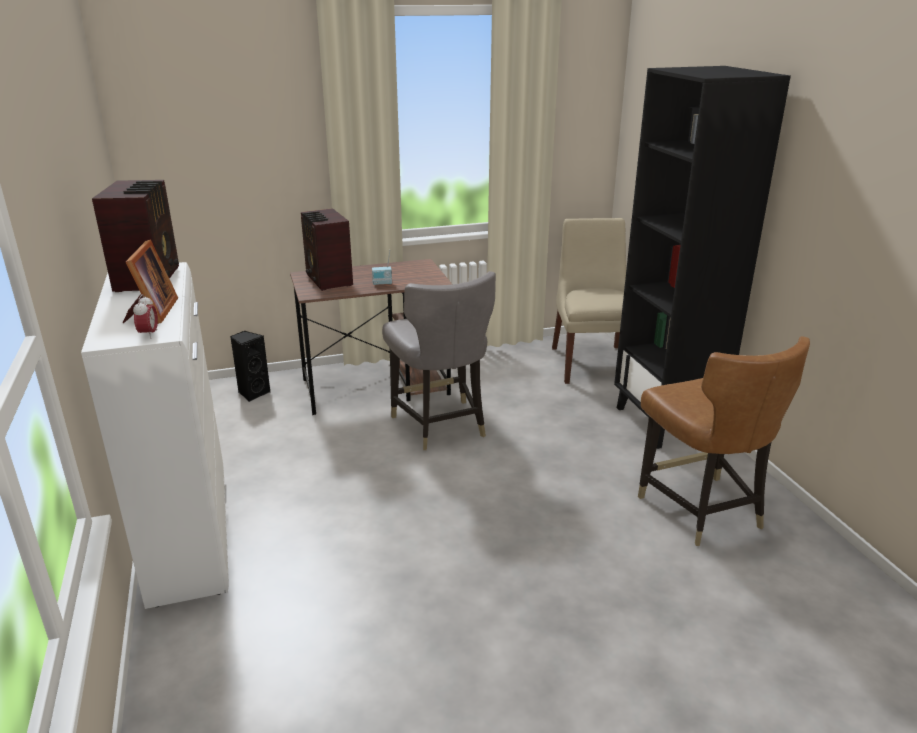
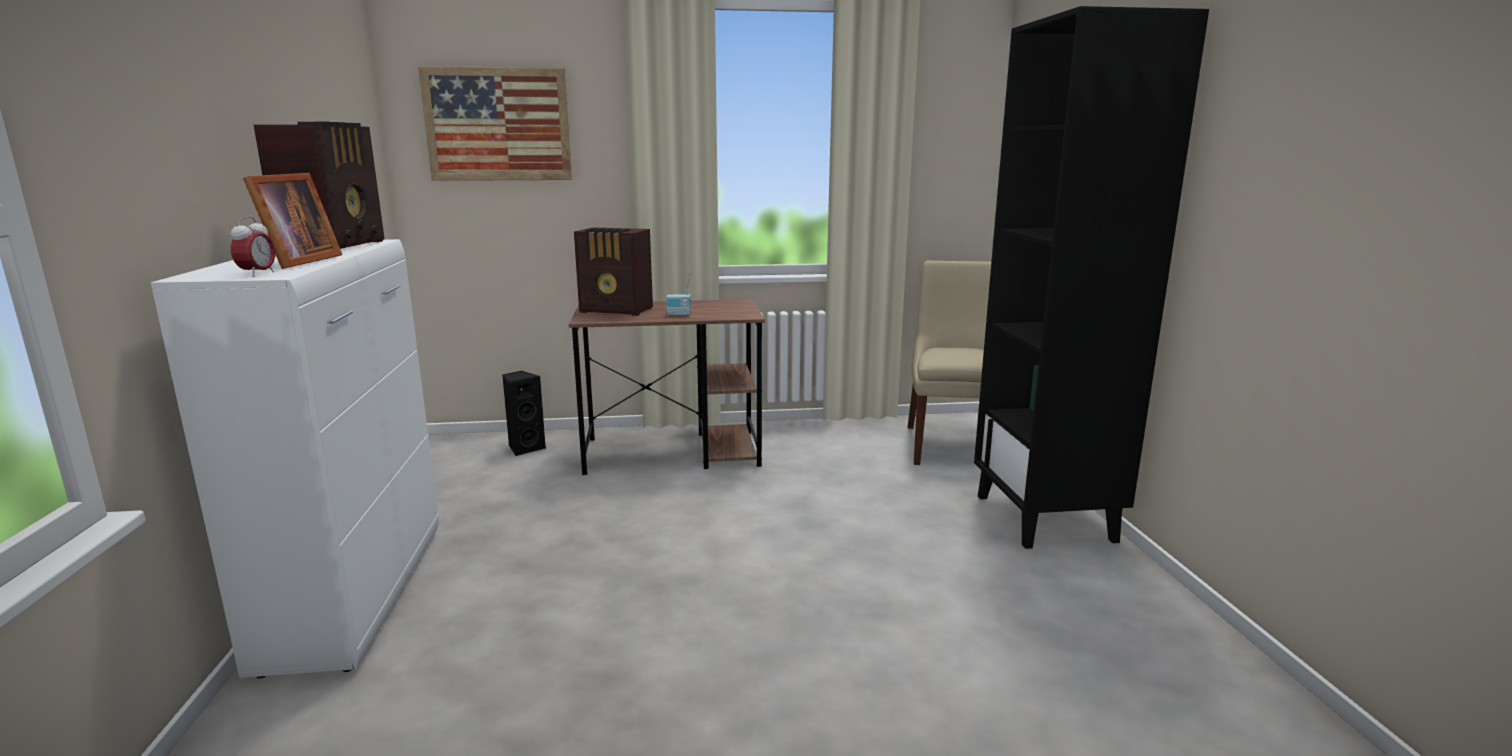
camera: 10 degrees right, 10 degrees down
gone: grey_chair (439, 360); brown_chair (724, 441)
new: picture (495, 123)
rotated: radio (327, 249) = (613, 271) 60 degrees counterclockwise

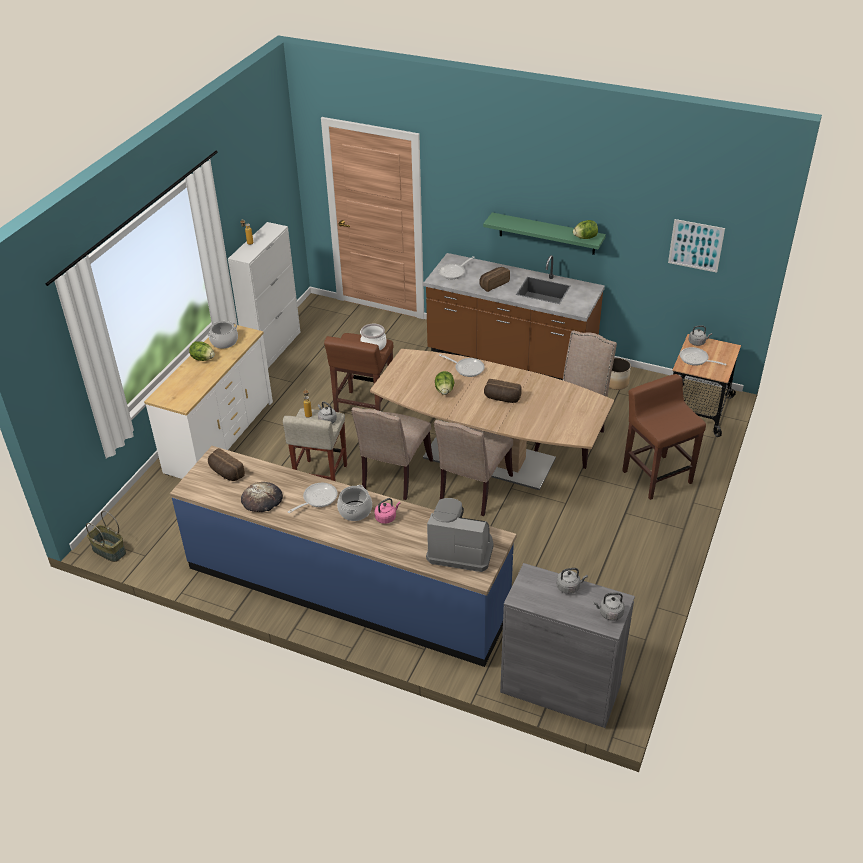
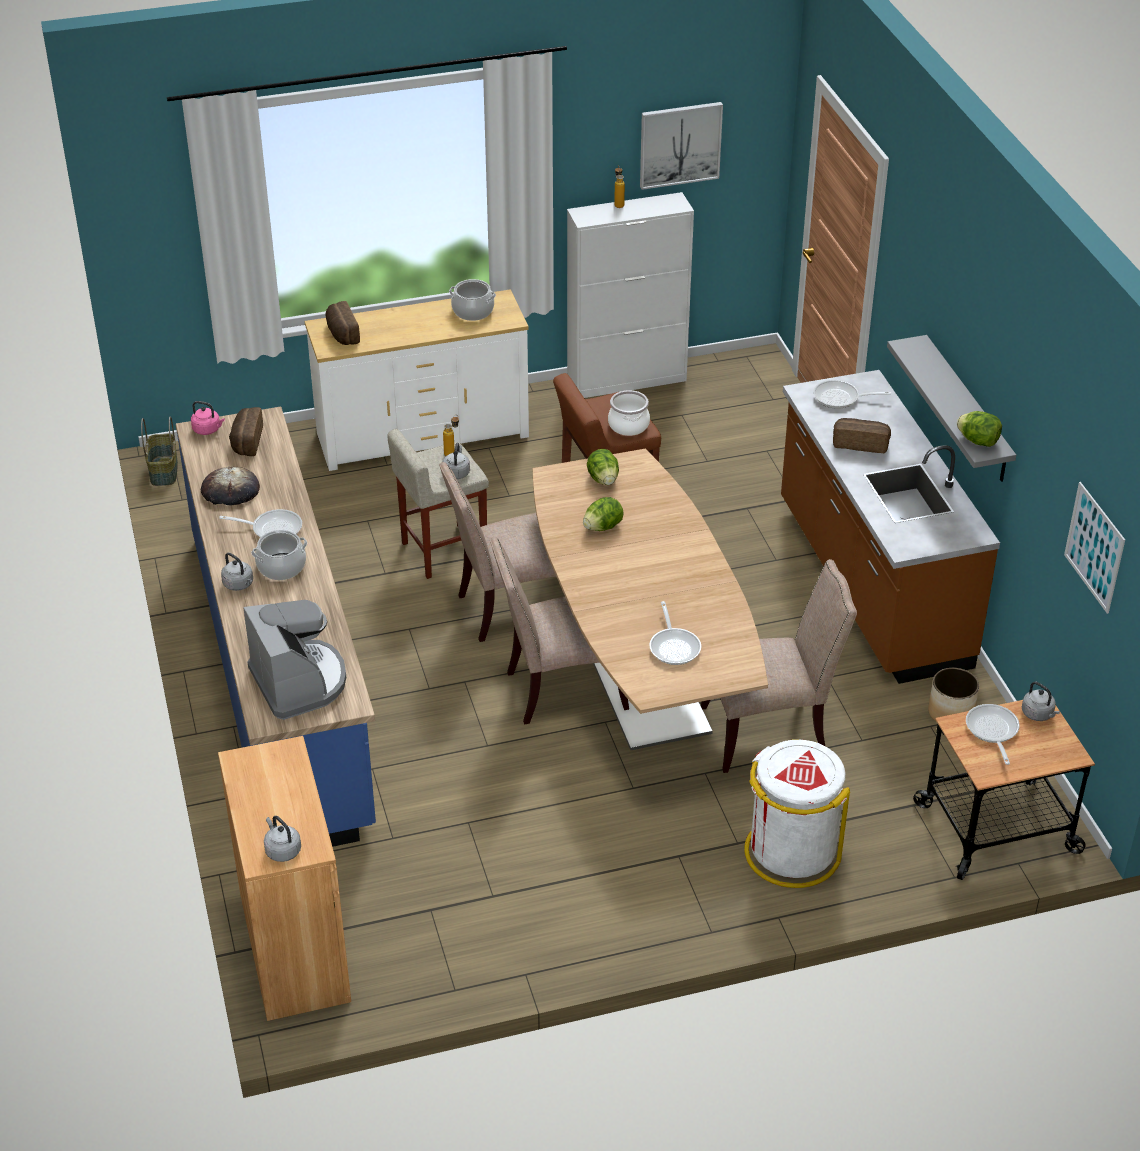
camera: 50 degrees right, 0 degrees up
new: picture (681, 146)
shifted: pink_kettle (387, 511) to (208, 418); grey_kettle (572, 581) to (237, 572); bread (503, 391) to (343, 323); lettuce (202, 351) to (603, 467); frying_pan (462, 365) to (675, 633)
swapped: brown_stool (664, 437) to white_trash_can (797, 813)
repainted: grey_cabinet (567, 645) to brown_cabinet (284, 878); green_shelf (544, 233) to grey_shelf (951, 408)

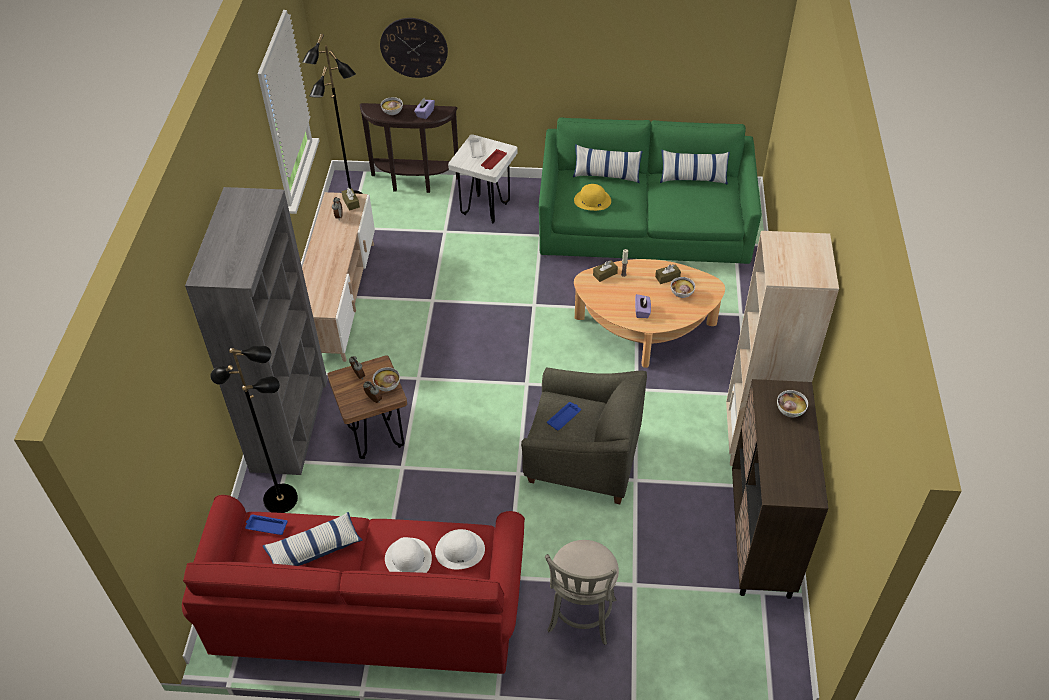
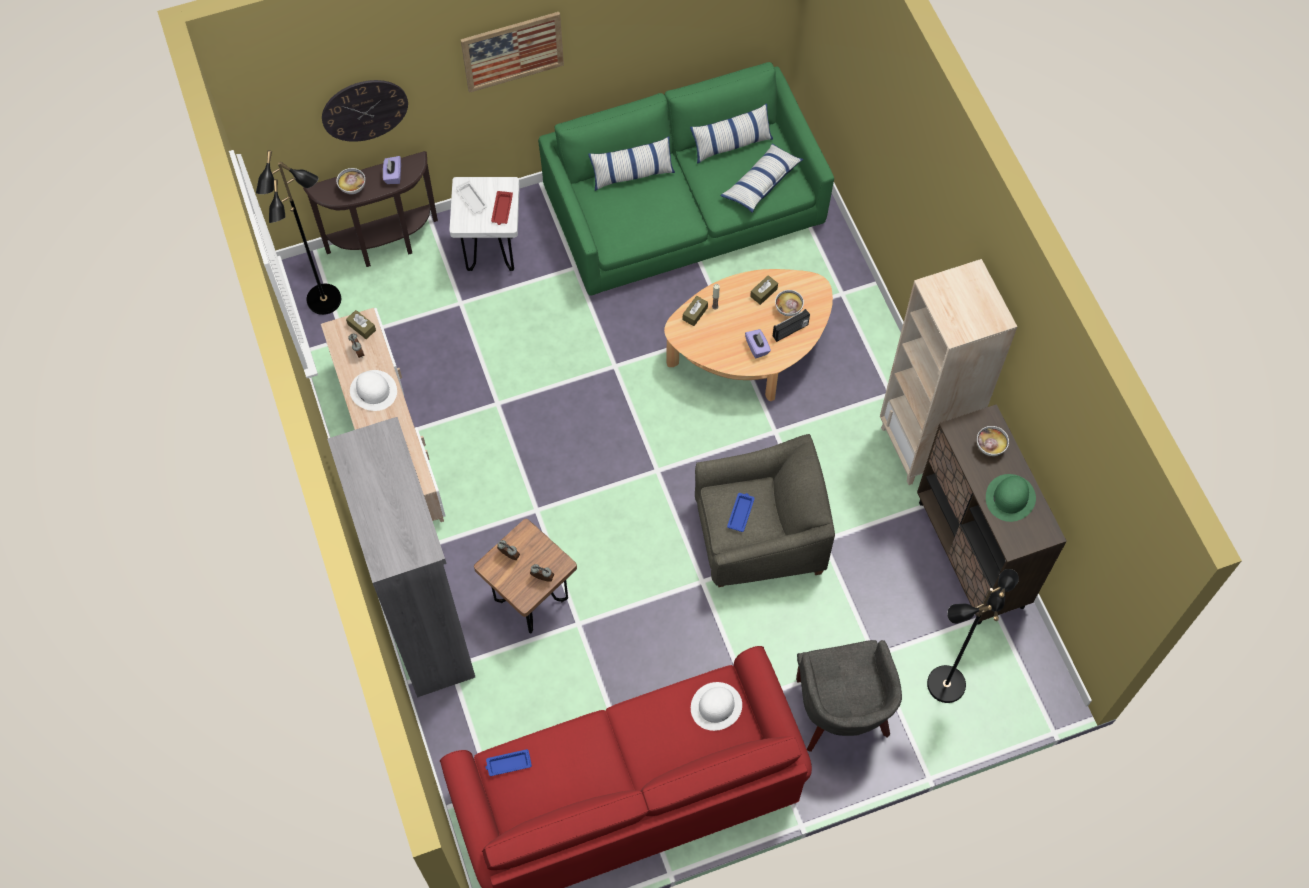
camera: 25 degrees left, 15 degrees up
gone: bowl (386, 379); yellow_hat (592, 197)
new: picture (512, 52); radio (791, 325); green_hat (1011, 498)
shifted: white_hat (408, 555) to (373, 390); pillow (313, 539) to (762, 178); black_floor_lamp (254, 429) to (973, 636)
swapped: grey_stool (582, 592) to grey_armchair (849, 696)

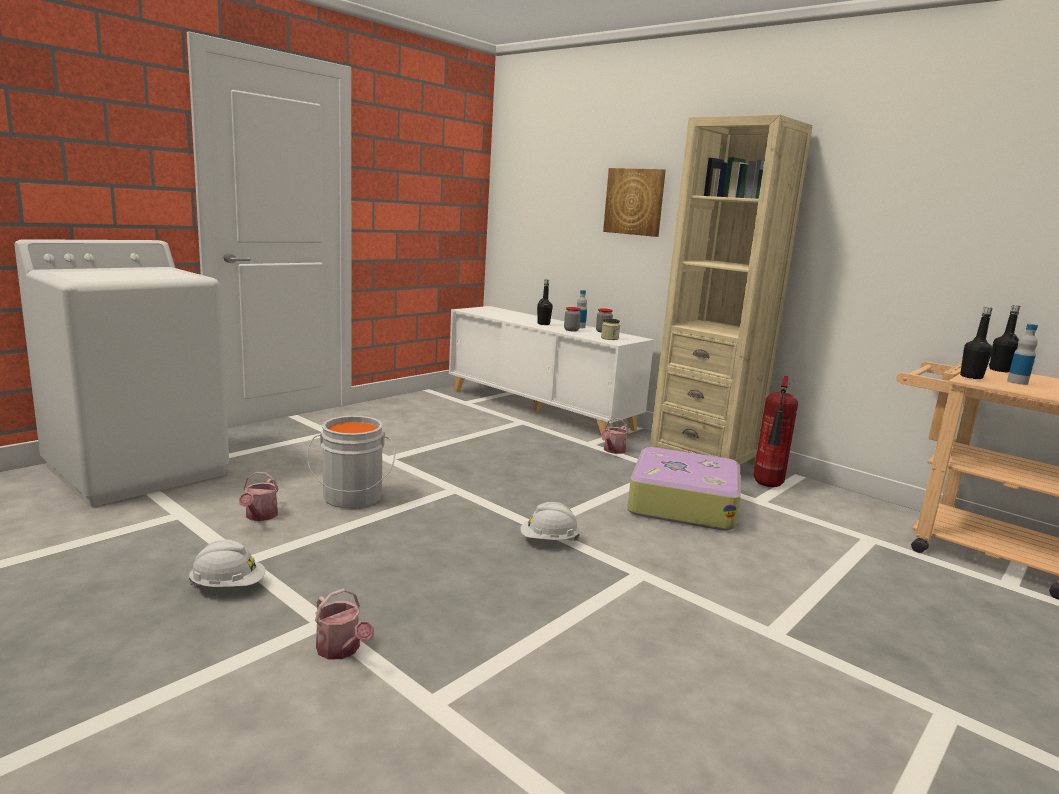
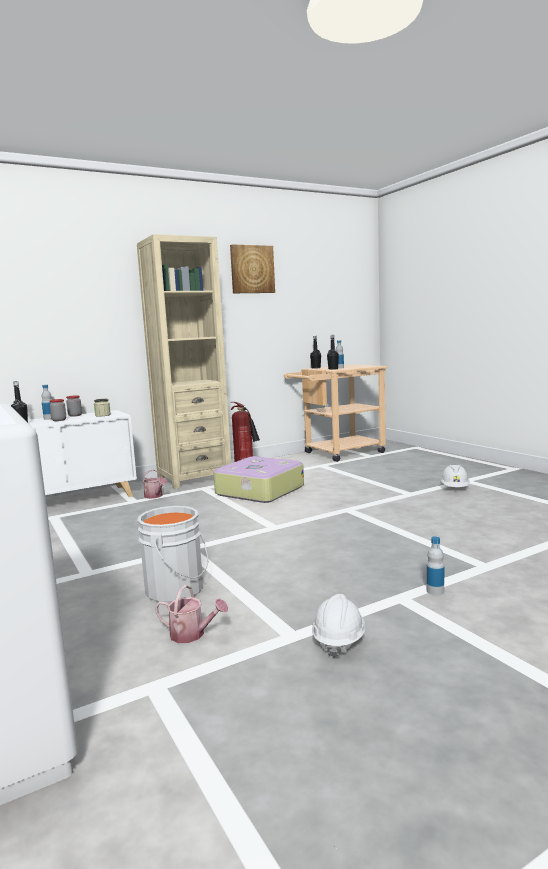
camera: 70 degrees left, 5 degrees down
shifted: picture (634, 202) to (252, 268); white_hard_hat (550, 521) to (454, 476)
swapped: watering_can (344, 624) to bottle (435, 565)

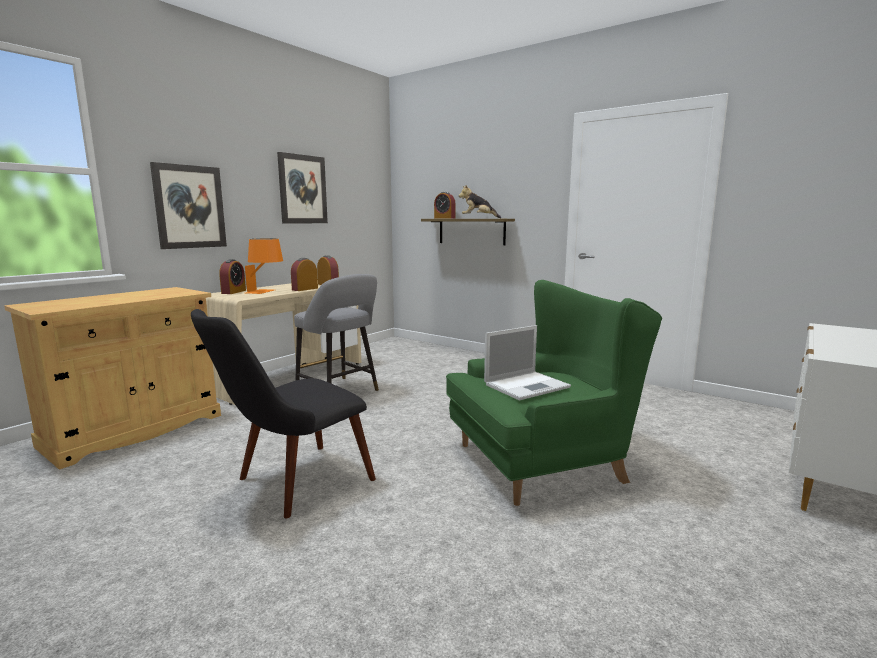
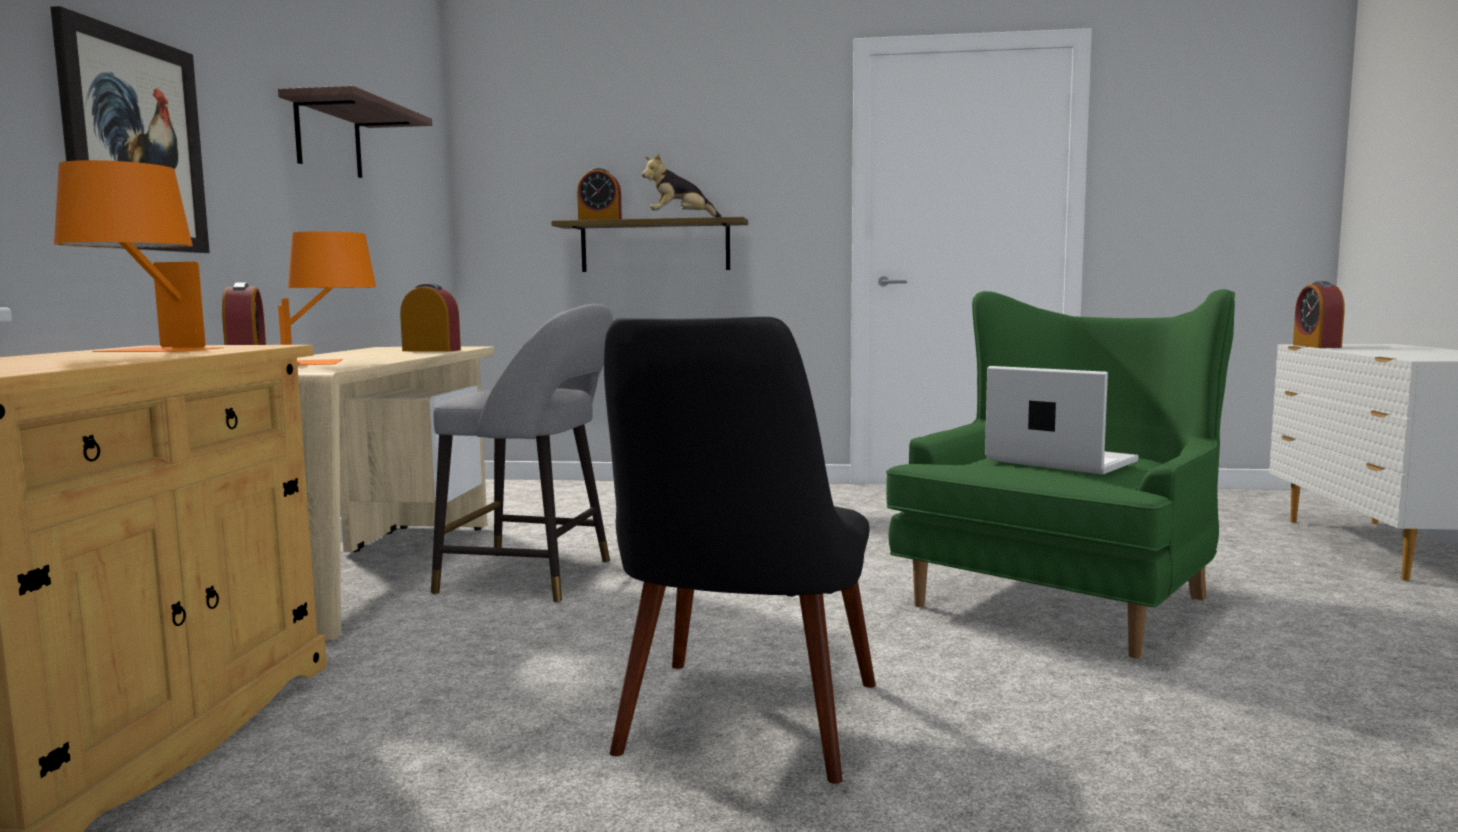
camera: 30 degrees left, 5 degrees down
new: orange_table_lamp (138, 256)
shifted: alarm_clock (304, 274) to (1319, 314)
swapped: picture (302, 188) to shelf (355, 132)
rotated: laptop (527, 362) = (1062, 420) 75 degrees counterclockwise

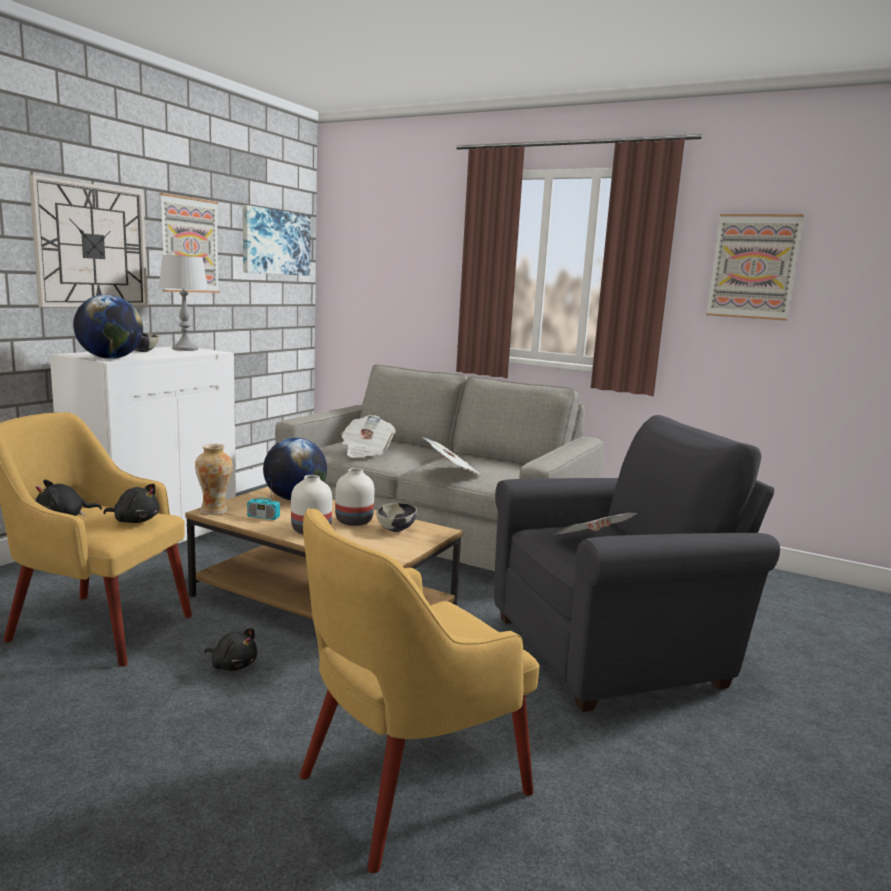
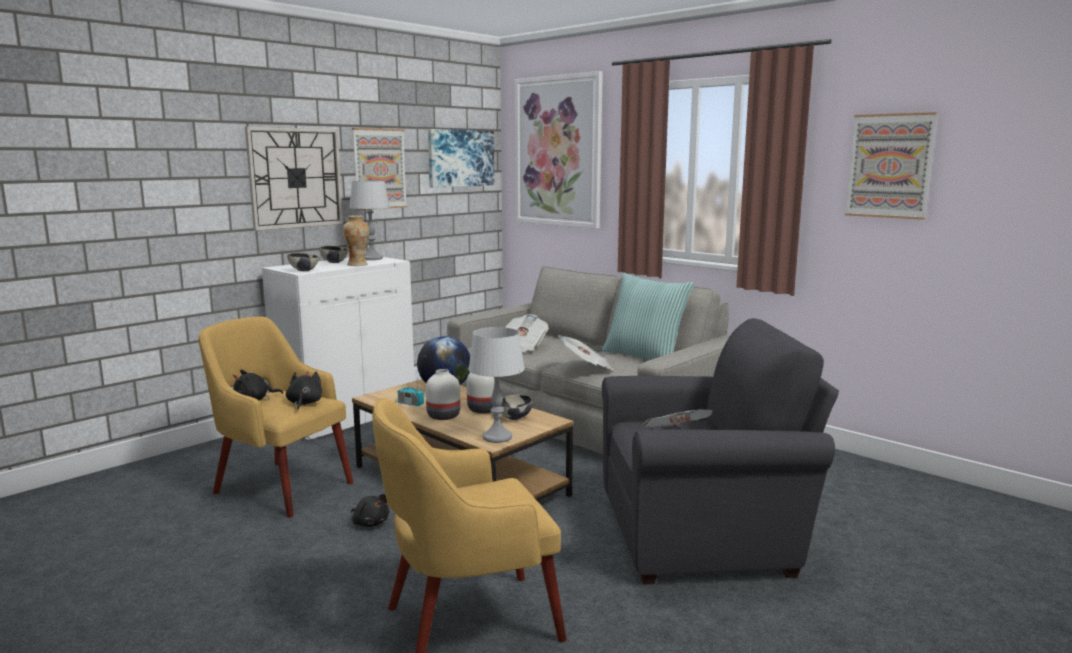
camera: 15 degrees right, 0 degrees up
new: grey_table_lamp (496, 385); picture (559, 150); pillow (648, 316)
shifted: vase (214, 479) to (356, 240)
swapped: globe (108, 327) to bowl (303, 262)
rotated: black_plush_toy (131, 503) = (304, 390) 120 degrees counterclockwise

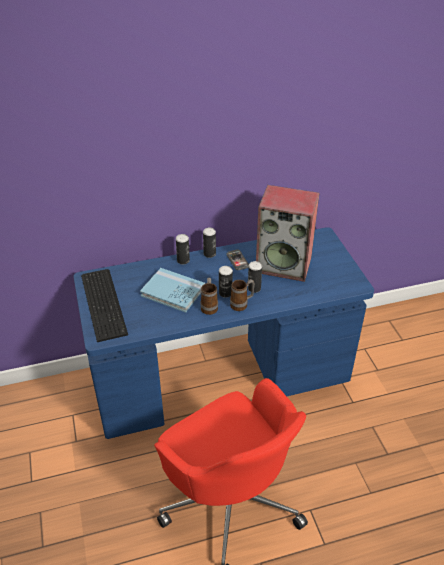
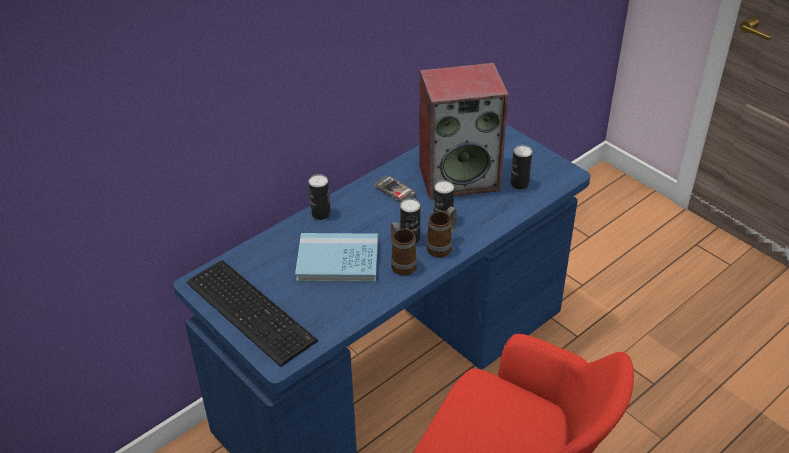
camera: 25 degrees left, 0 degrees up
shifted: can (209, 243) to (521, 167)

